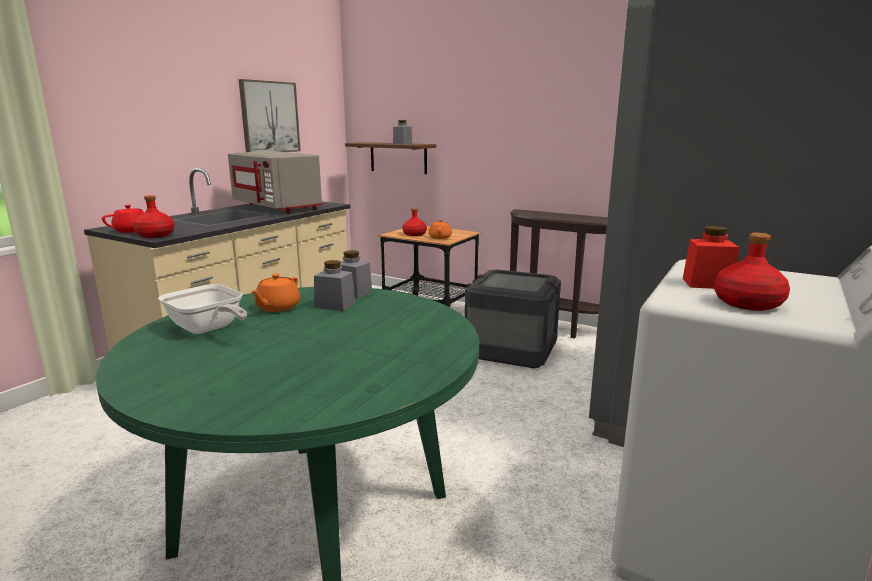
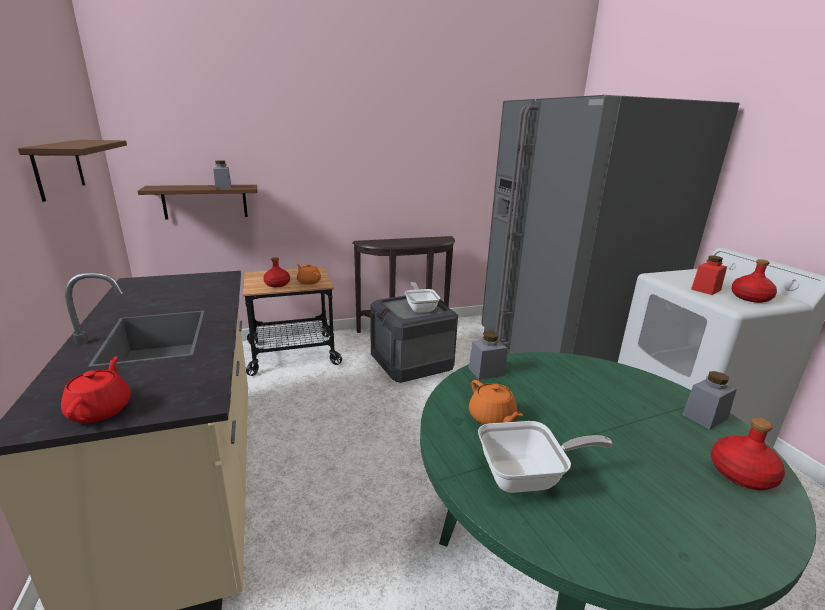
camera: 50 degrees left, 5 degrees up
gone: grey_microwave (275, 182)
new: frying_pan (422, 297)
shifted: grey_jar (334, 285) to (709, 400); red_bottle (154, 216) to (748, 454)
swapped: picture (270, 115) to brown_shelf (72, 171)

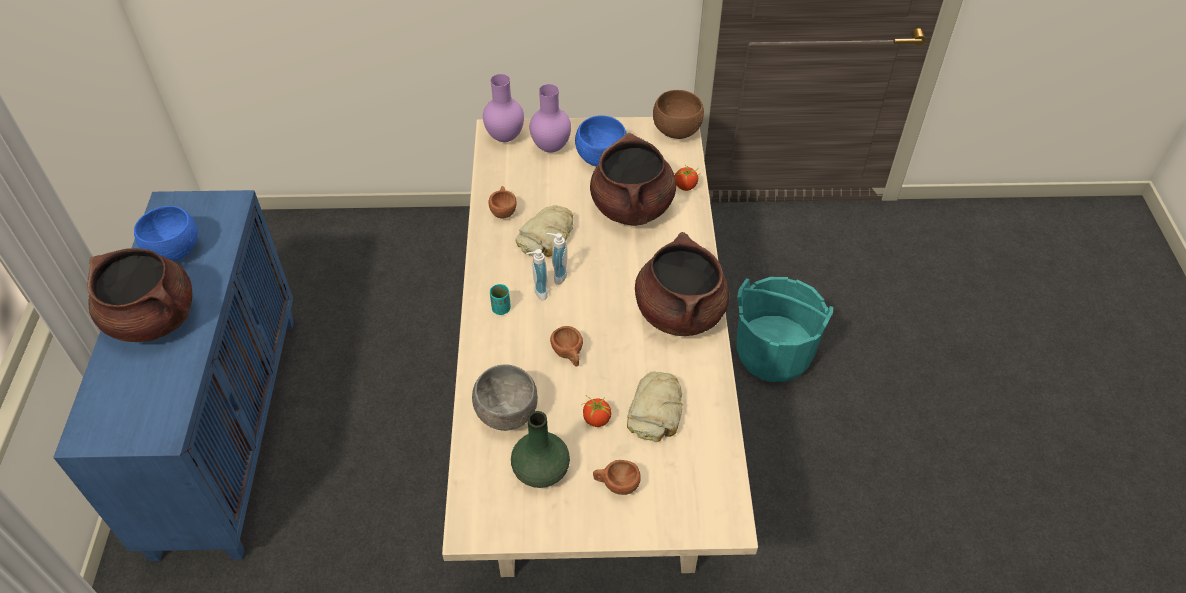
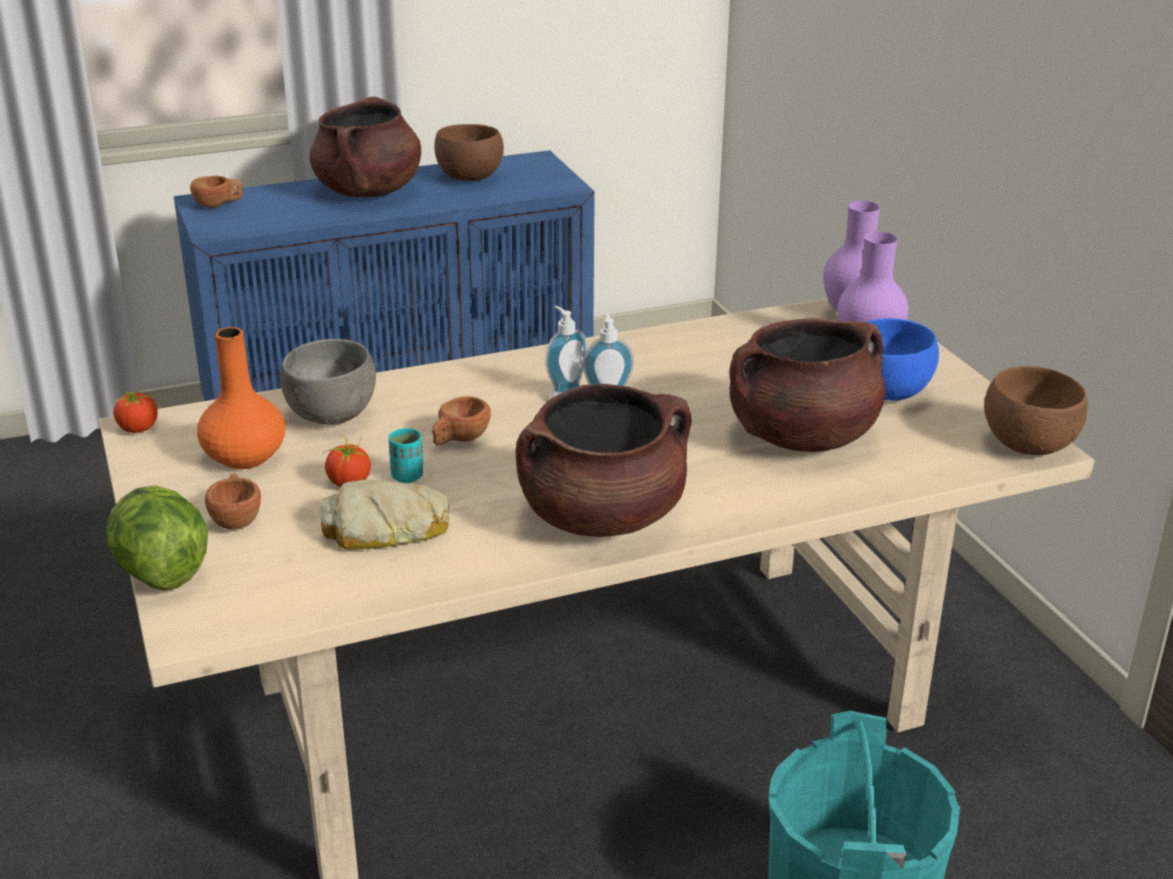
camera: 70 degrees right, 20 degrees down
gone: bread (544, 231)
new: lettuce (157, 538)
shifted: tomato (687, 178) to (135, 411); brown_cup (503, 202) to (216, 192); turquoise_cup (500, 299) to (406, 455)
repainted: green_vase (540, 449) to orange_vase (241, 398); blue_bowl (166, 233) to brown_bowl (469, 152)

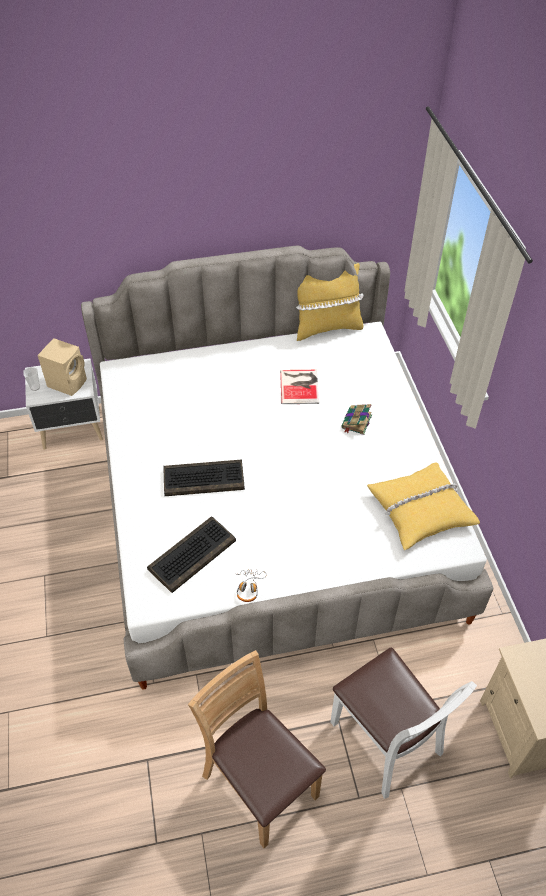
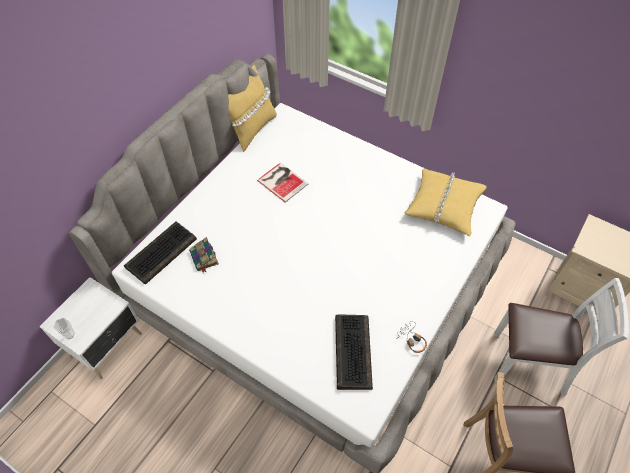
camera: 45 degrees left, 5 degrees up
gone: beige_speaker (62, 367)
shifted: keyboard (204, 477) to (160, 253); book (356, 419) to (204, 255)

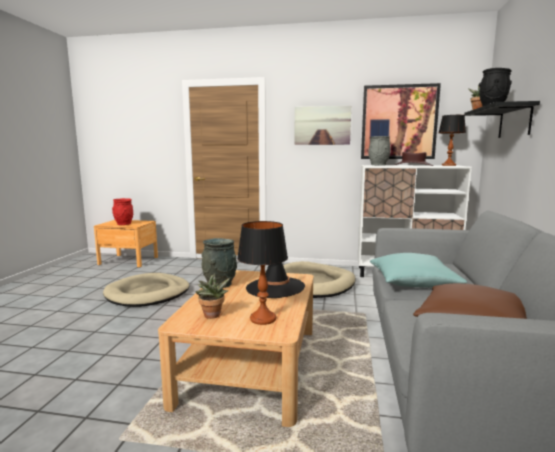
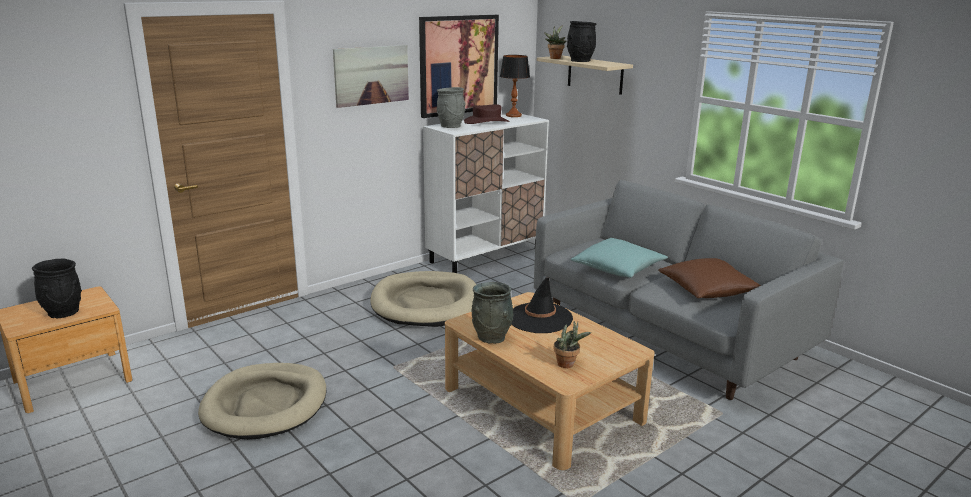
camera: 50 degrees left, 10 degrees up
gone: table_lamp (262, 273)
repainted: red_vase (122, 211) to black_vase (57, 288); black_shelf (502, 119) to beige_shelf (585, 75)

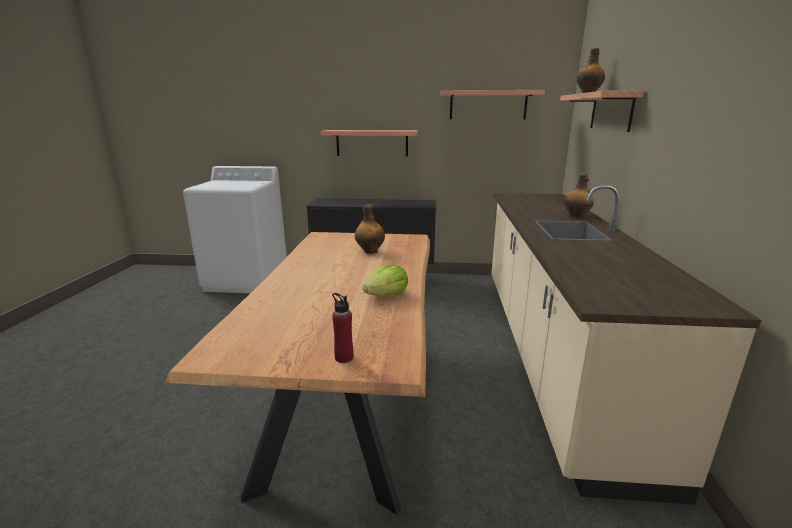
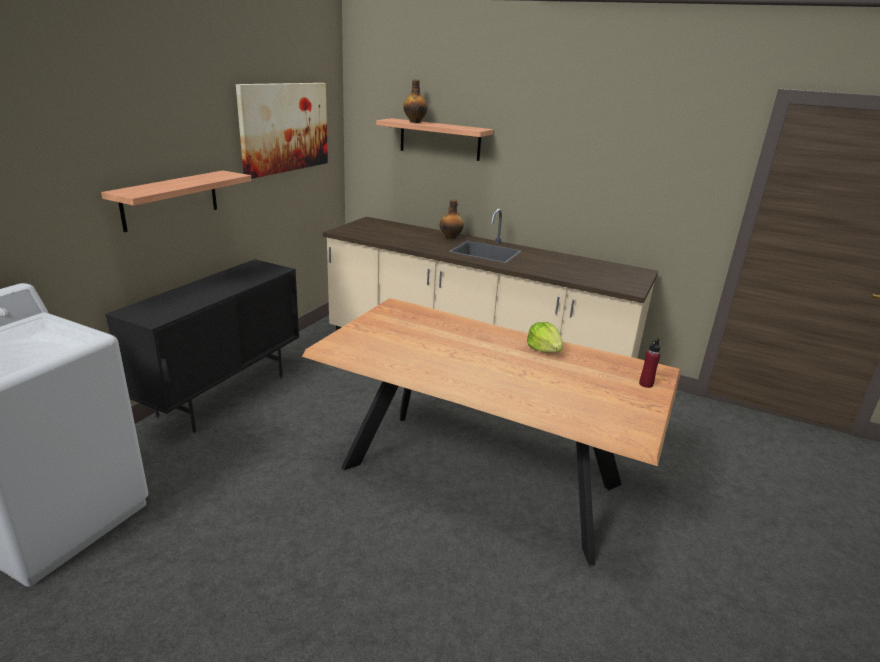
camera: 70 degrees left, 5 degrees up
gone: bottle (370, 229)
swapped: shelf (493, 104) to picture (282, 131)

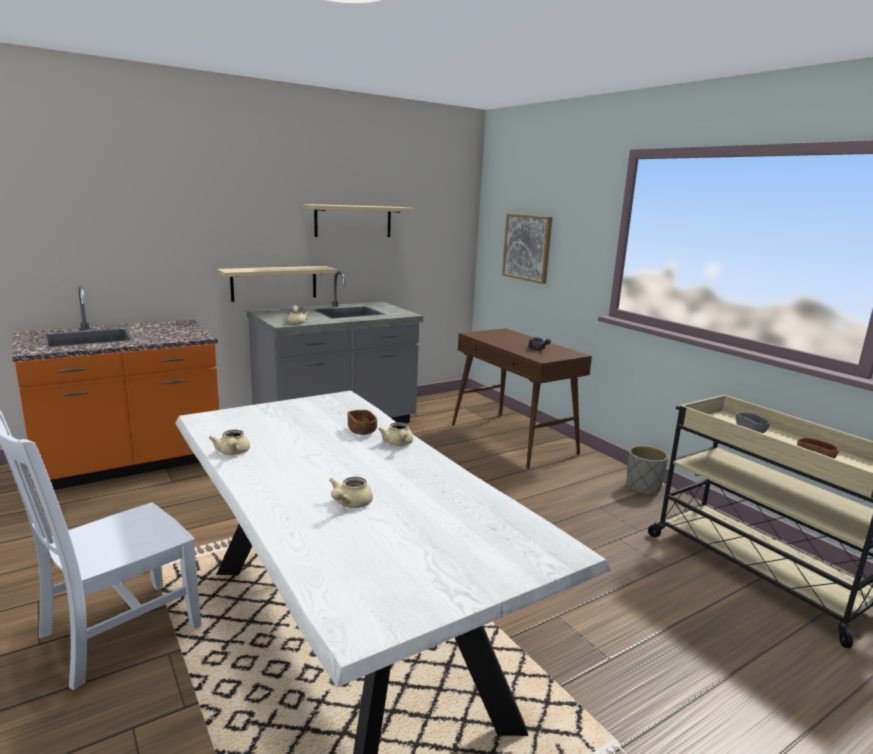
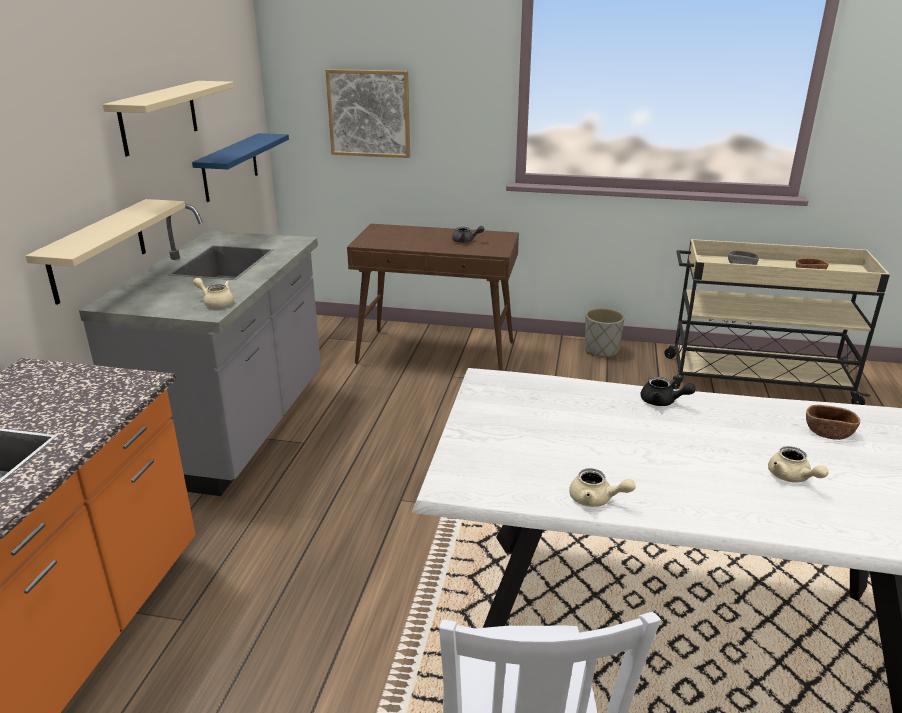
camera: 45 degrees left, 10 degrees up
new: blue_shelf (240, 167)
shifted: brown_bowl (362, 422) to (833, 422)
repainted: beige_teapot (395, 434) to black_teapot (668, 391)

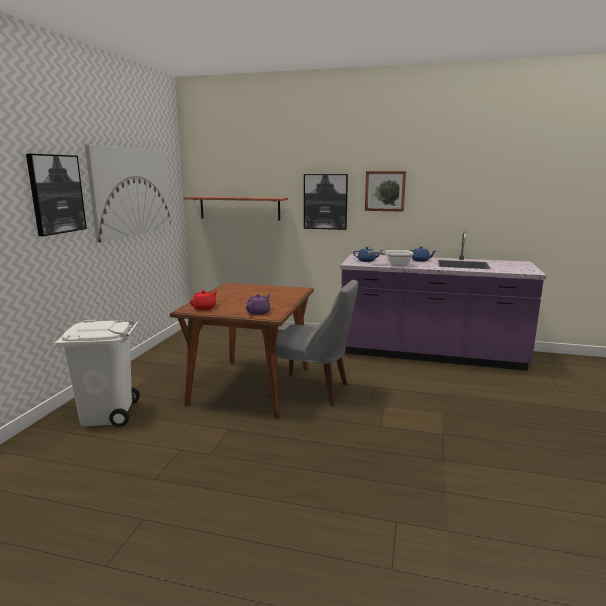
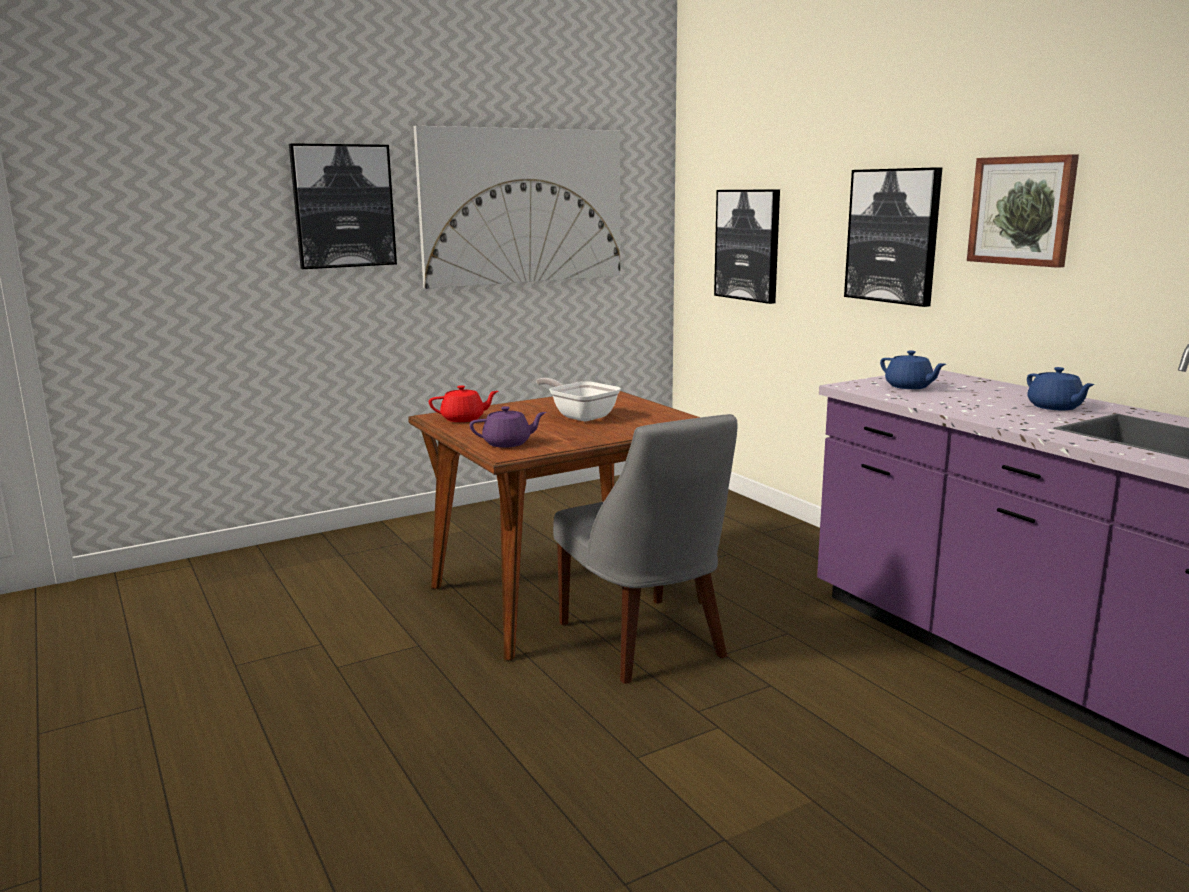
camera: 45 degrees right, 0 degrees up
gone: white_trash_can (96, 373)
shifted: frying_pan (390, 258) to (578, 399)
swapped: shelf (235, 208) to picture (747, 246)

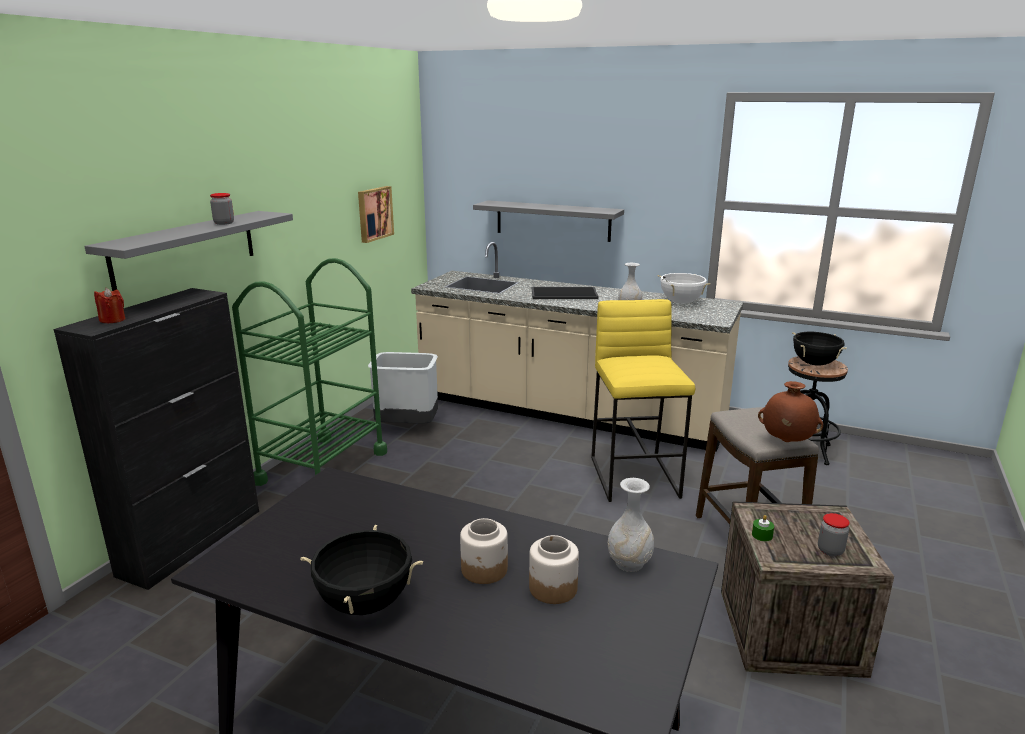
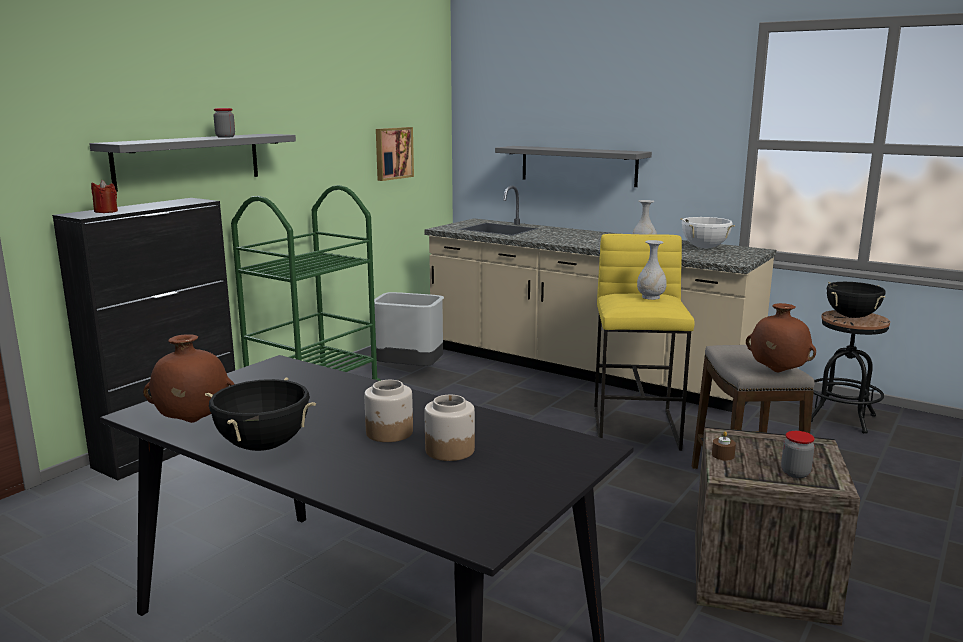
camera: 10 degrees right, 5 degrees down
gone: tray (565, 293)
new: brown_vase (188, 378)
shifted: white_vase (631, 525) to (652, 270)
repainted: green_candle (763, 528) to brown_candle (724, 445)

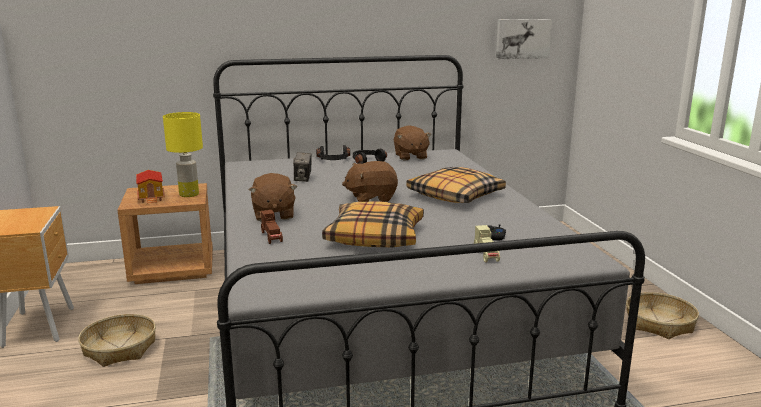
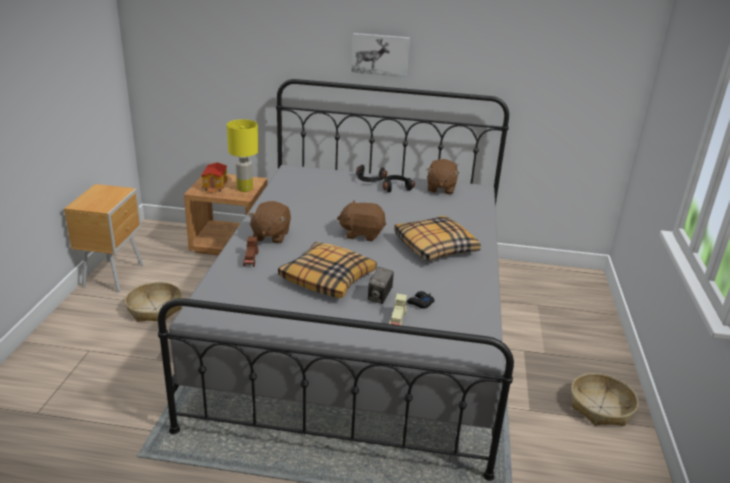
camera: 20 degrees right, 10 degrees up
shifted: picture (524, 39) to (381, 55); photo_camera (302, 167) to (381, 285)

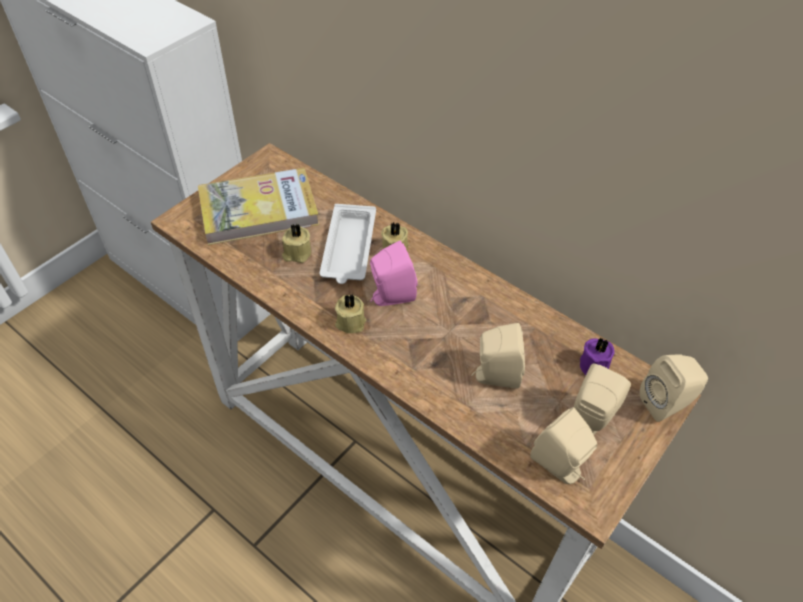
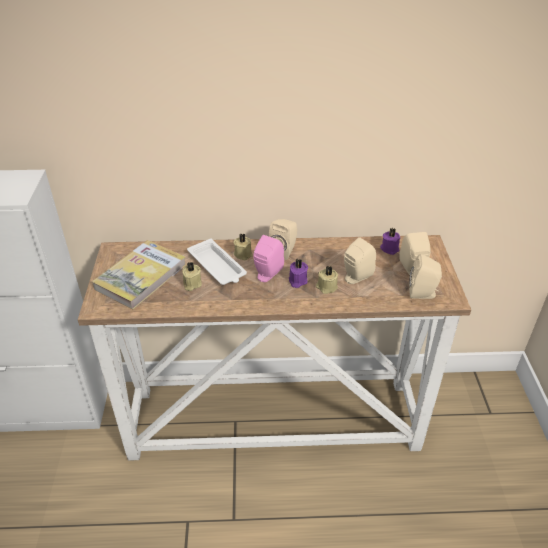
camera: 40 degrees left, 10 degrees down
new: purple_candle (298, 273)
shifted: beige_speaker (673, 388) to (283, 239); beige_candle (350, 313) to (327, 280)

